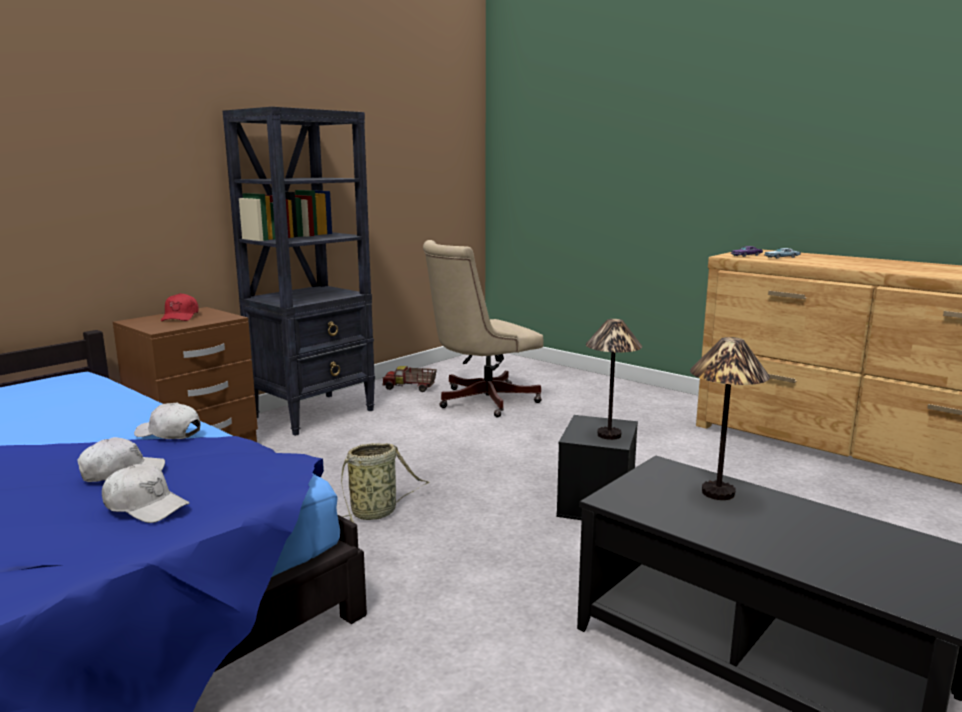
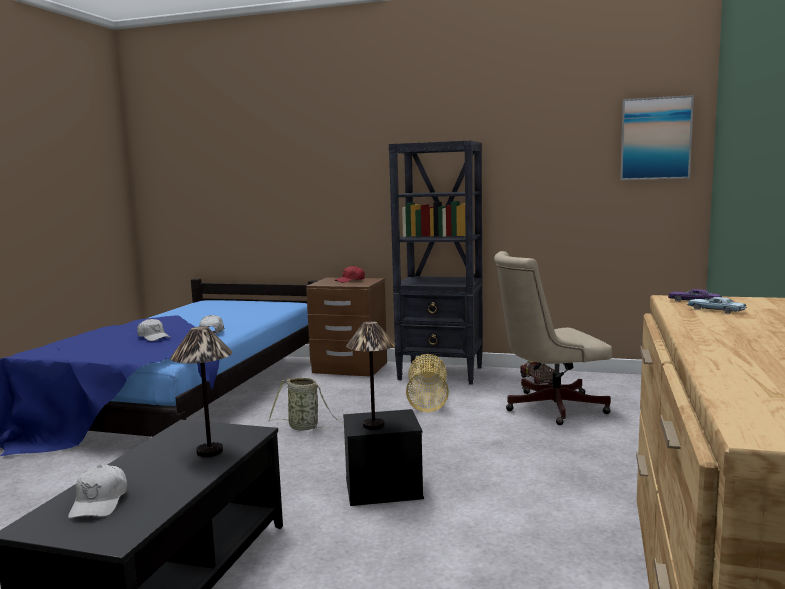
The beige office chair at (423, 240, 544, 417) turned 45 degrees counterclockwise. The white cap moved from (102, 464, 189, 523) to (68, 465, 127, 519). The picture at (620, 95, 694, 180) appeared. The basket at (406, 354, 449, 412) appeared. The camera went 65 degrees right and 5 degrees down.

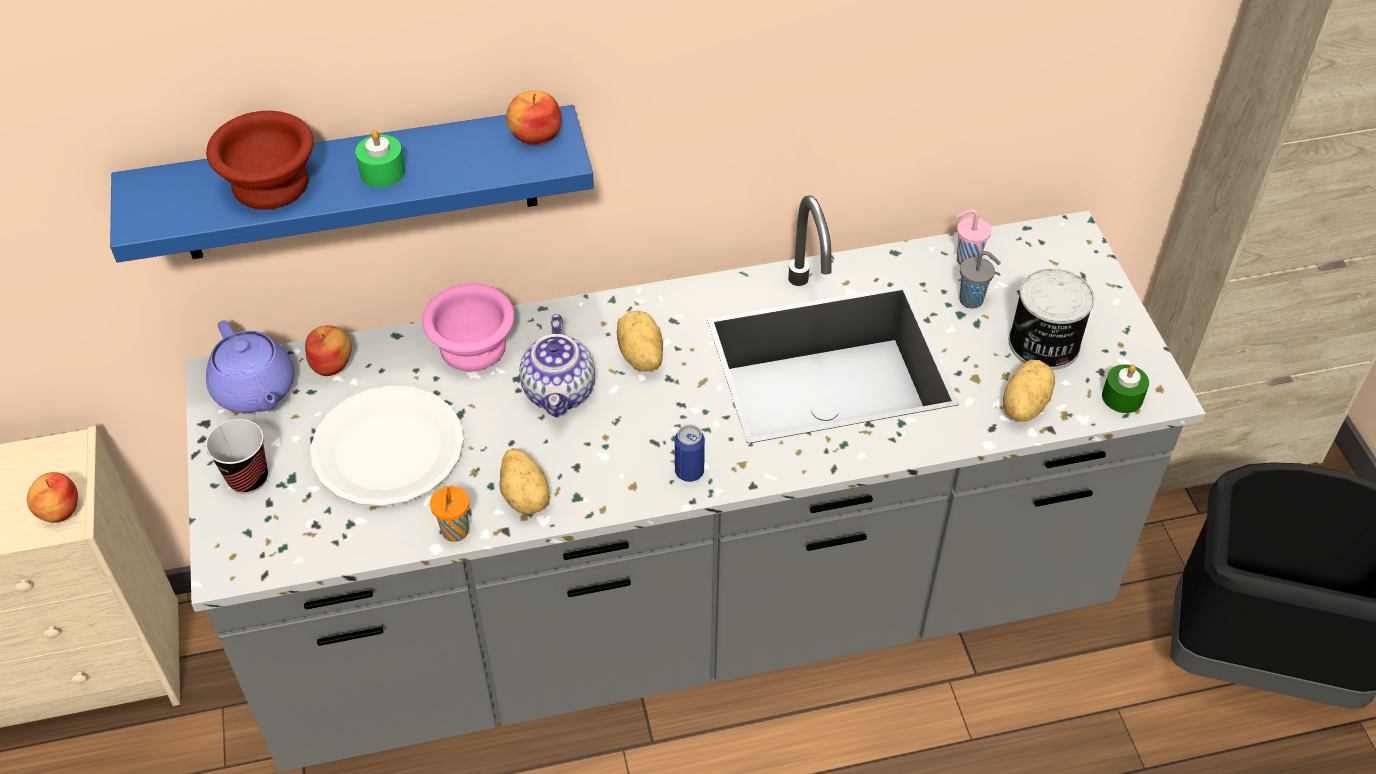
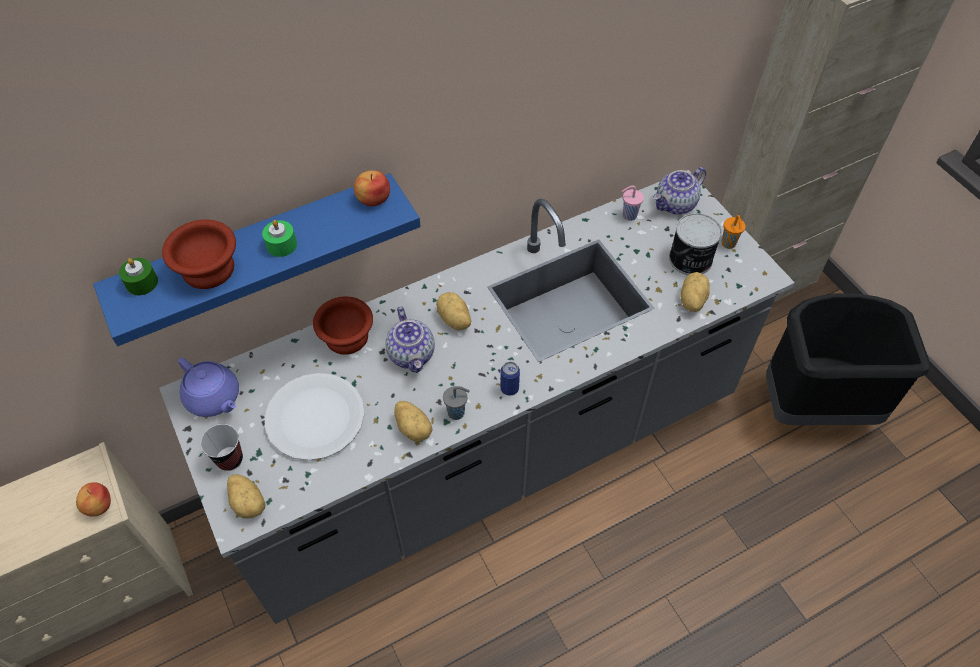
The grey cup moved from (959, 251, 1001, 309) to (443, 386, 470, 420). The pink bowl at (422, 284, 515, 371) became the brown bowl at (313, 296, 373, 355). The apple at (305, 325, 352, 376) disappeared. The green candle moved from (1102, 364, 1149, 413) to (119, 258, 158, 295). The orange cup moved from (430, 486, 469, 542) to (721, 215, 746, 249). The teapot at (653, 167, 706, 215) appeared. The potato at (227, 474, 265, 519) appeared. The camera went 15 degrees left and 5 degrees up.

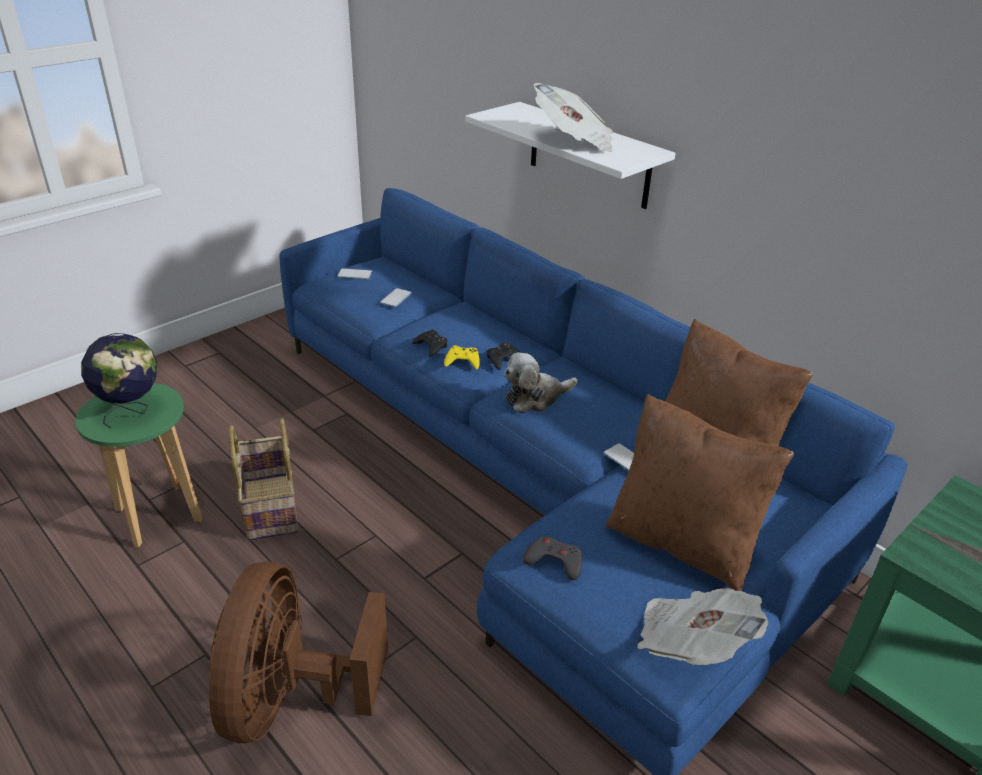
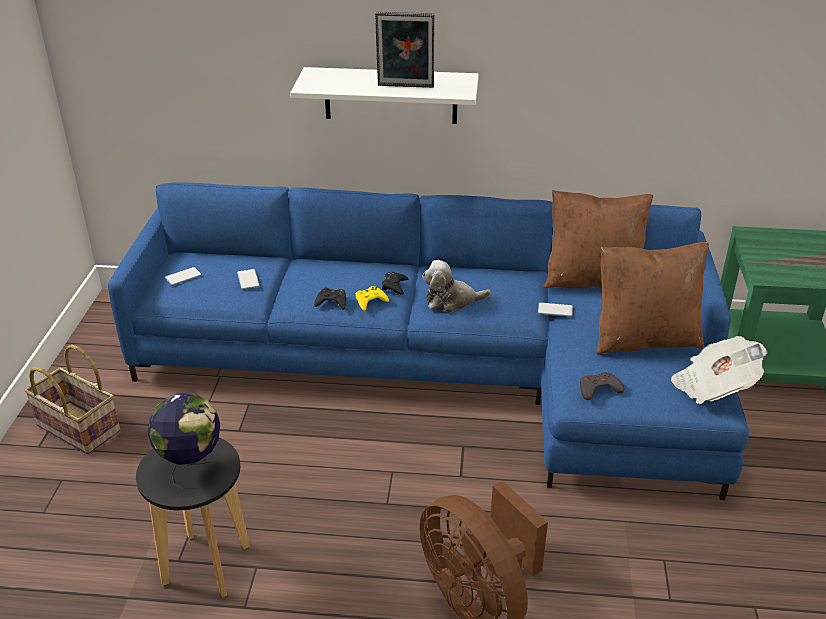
The newspaper at (534, 83, 613, 152) was replaced by the picture frame at (375, 12, 434, 88). The plush toy at (504, 352, 577, 413) turned 60 degrees clockwise. The green stool at (76, 383, 203, 548) became the black stool at (136, 438, 250, 598). The basket moved from (228, 418, 298, 541) to (24, 345, 120, 455). The camera went 40 degrees left and 0 degrees up.

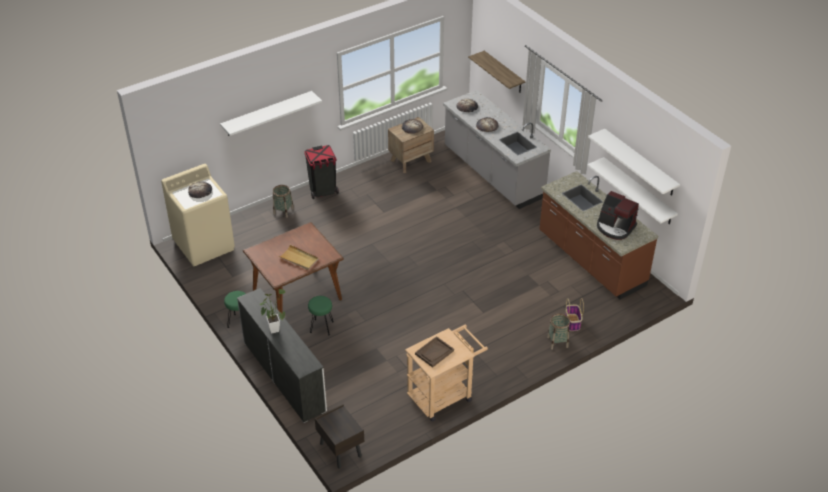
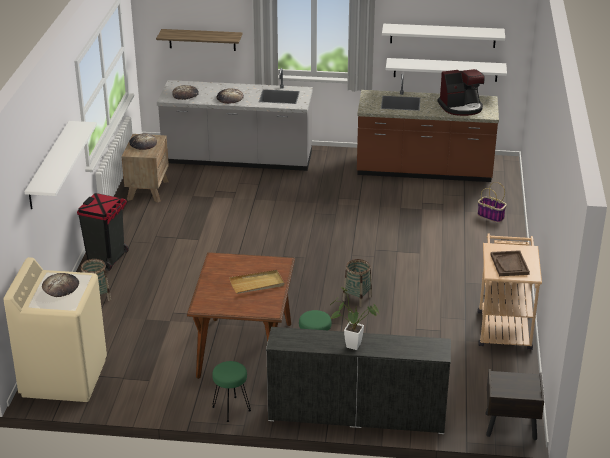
The basket moved from (547, 313, 570, 350) to (342, 259, 372, 307). The camera went 50 degrees left and 10 degrees down.

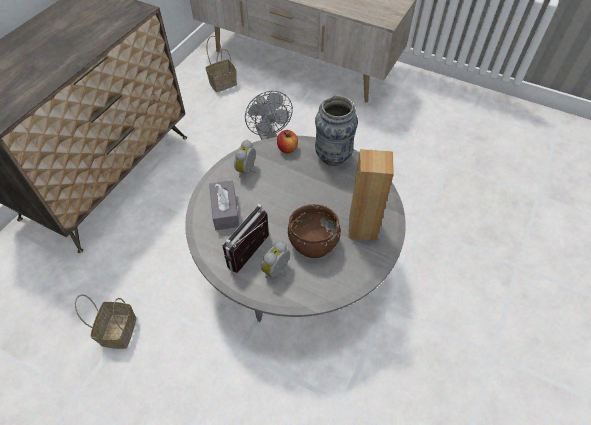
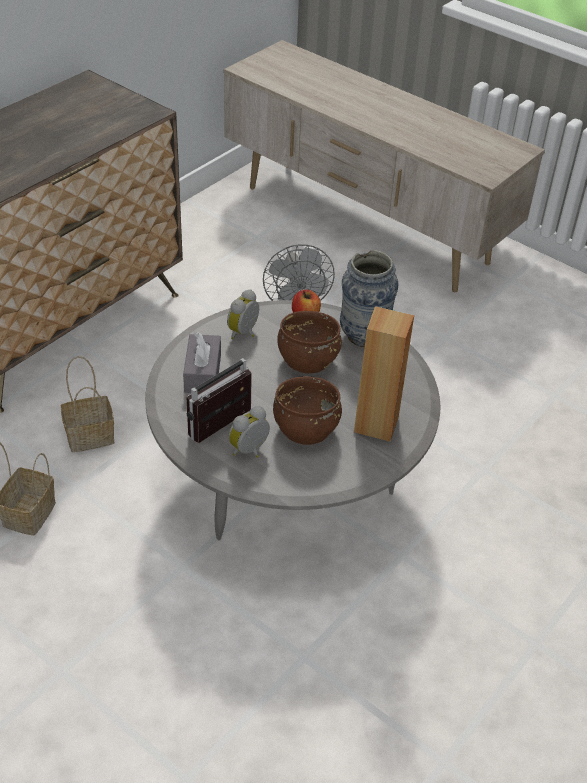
The basket moved from (206, 36, 237, 92) to (61, 356, 114, 452). The brown bowl at (277, 311, 342, 373) appeared. The camera went 10 degrees right and 10 degrees down.

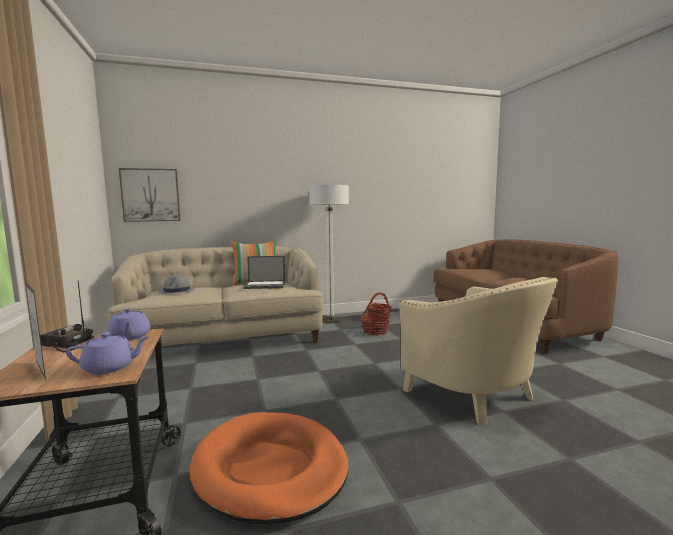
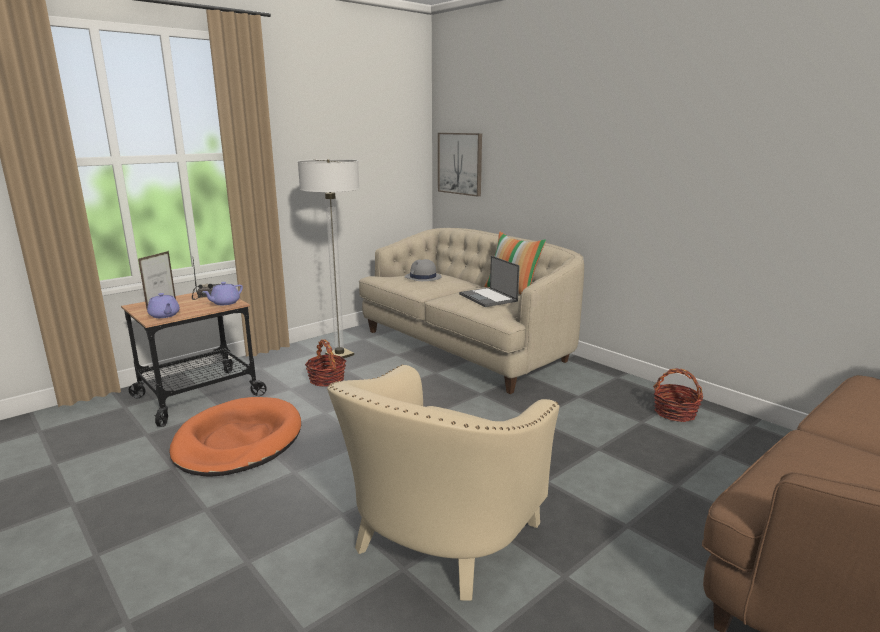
The floor lamp moved from (309, 185, 349, 324) to (298, 159, 360, 359). The basket moved from (361, 303, 390, 335) to (305, 339, 346, 387). The camera went 65 degrees right and 10 degrees up.

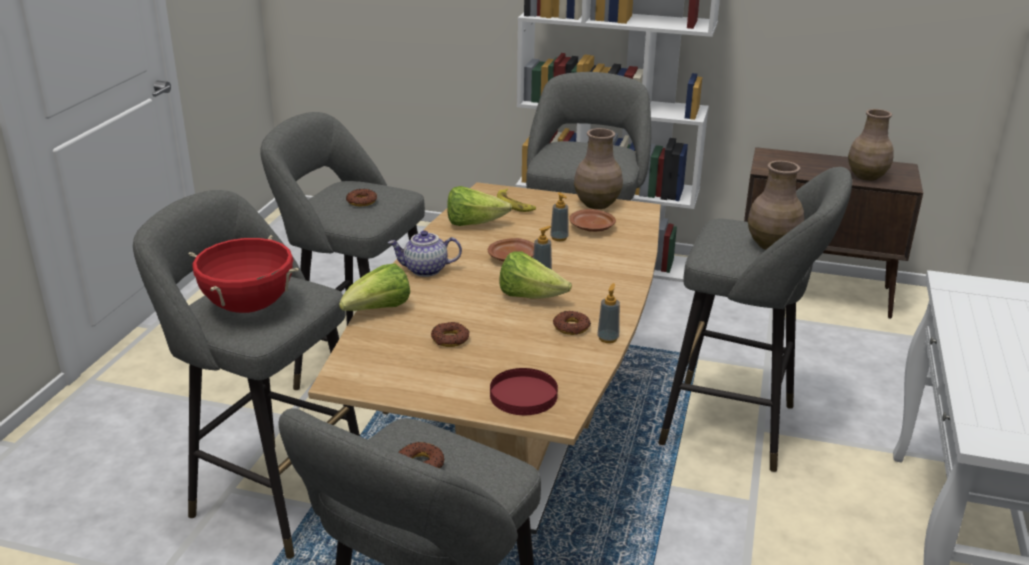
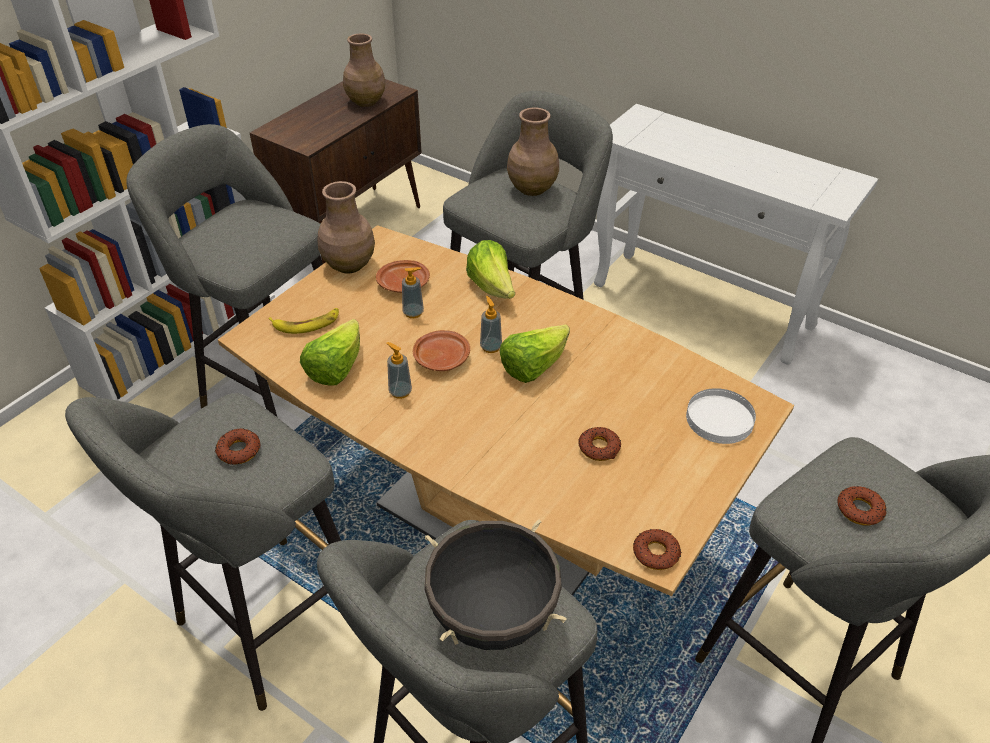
The teapot at (388, 230, 462, 277) disappeared. The red cooking pot at (188, 235, 299, 313) became the black cooking pot at (424, 519, 567, 650). The lettuce moved from (339, 263, 410, 311) to (466, 240, 515, 299). The soap dispenser moved from (597, 283, 620, 343) to (387, 342, 412, 399). The donut moved from (553, 311, 591, 335) to (633, 529, 682, 570). The red plate at (490, 368, 558, 415) became the white plate at (686, 388, 756, 444). The camera went 70 degrees left and 15 degrees up.

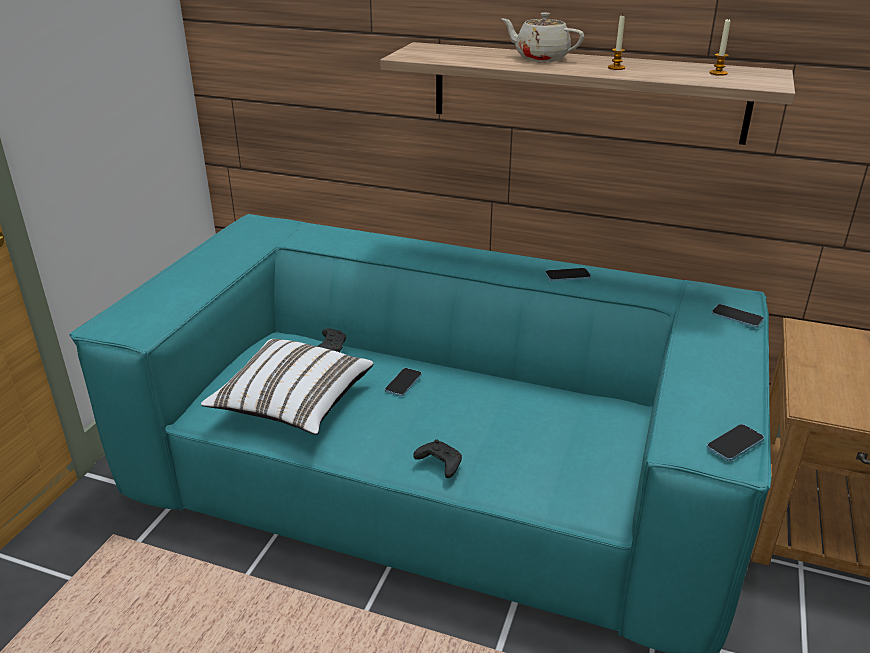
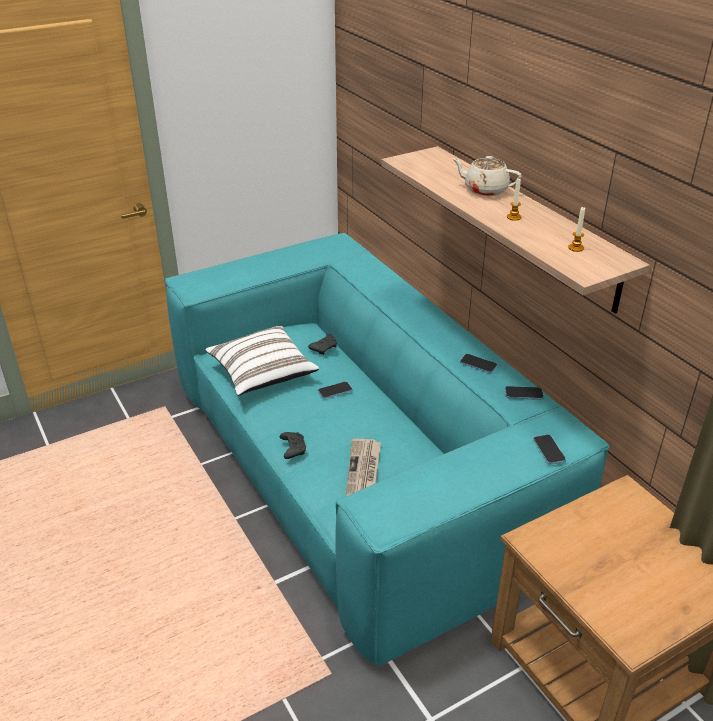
The beige teapot at (502, 13, 584, 62) turned 45 degrees counterclockwise. The phone moved from (707, 424, 764, 461) to (505, 386, 544, 400). The newspaper at (346, 439, 381, 496) appeared. The camera went 40 degrees right and 5 degrees up.

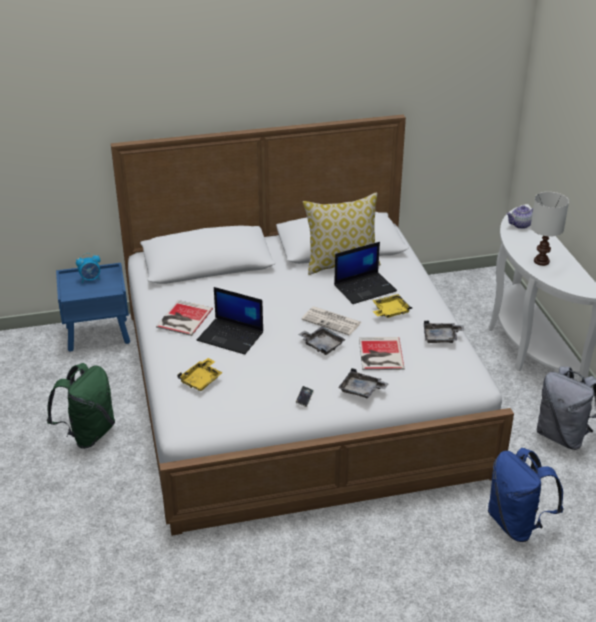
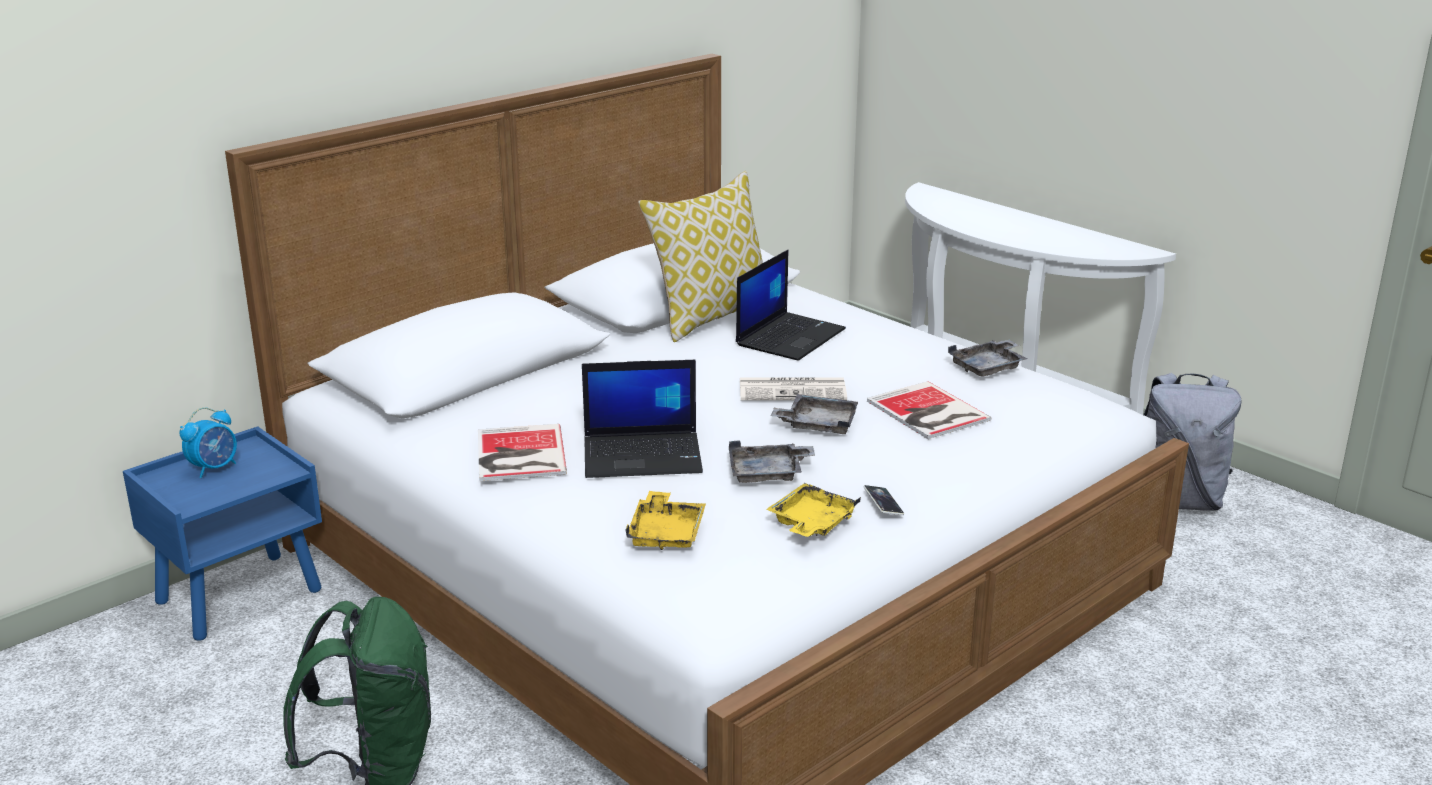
The white table lamp at (530, 192, 569, 266) disappeared. The teapot at (507, 205, 533, 229) disappeared. The yellow tray moved from (372, 294, 412, 318) to (766, 483, 861, 537). The grey tray moved from (338, 368, 389, 398) to (729, 441, 815, 483). The blue backpack at (488, 448, 563, 542) disappeared. The camera went 30 degrees left and 10 degrees down.

